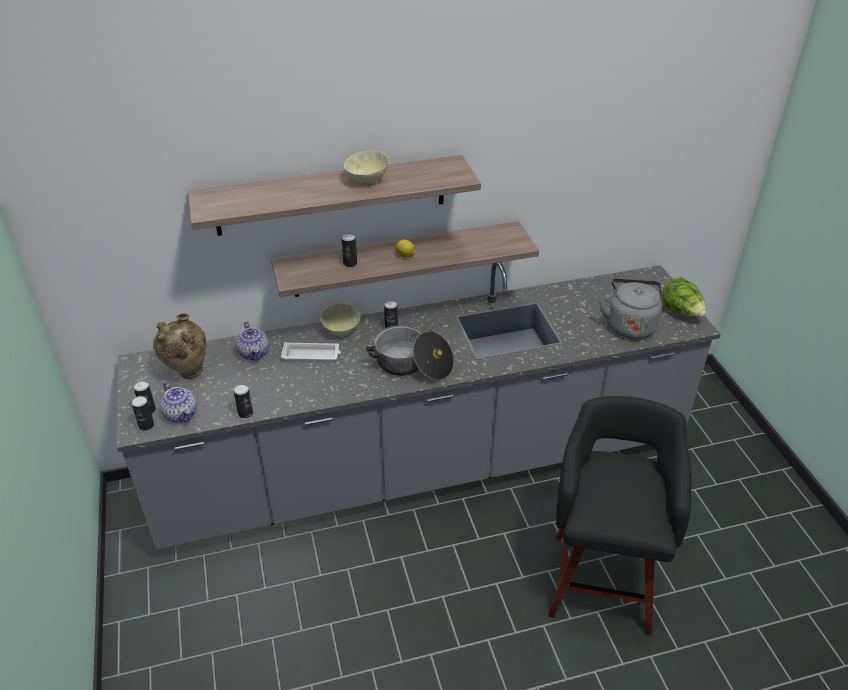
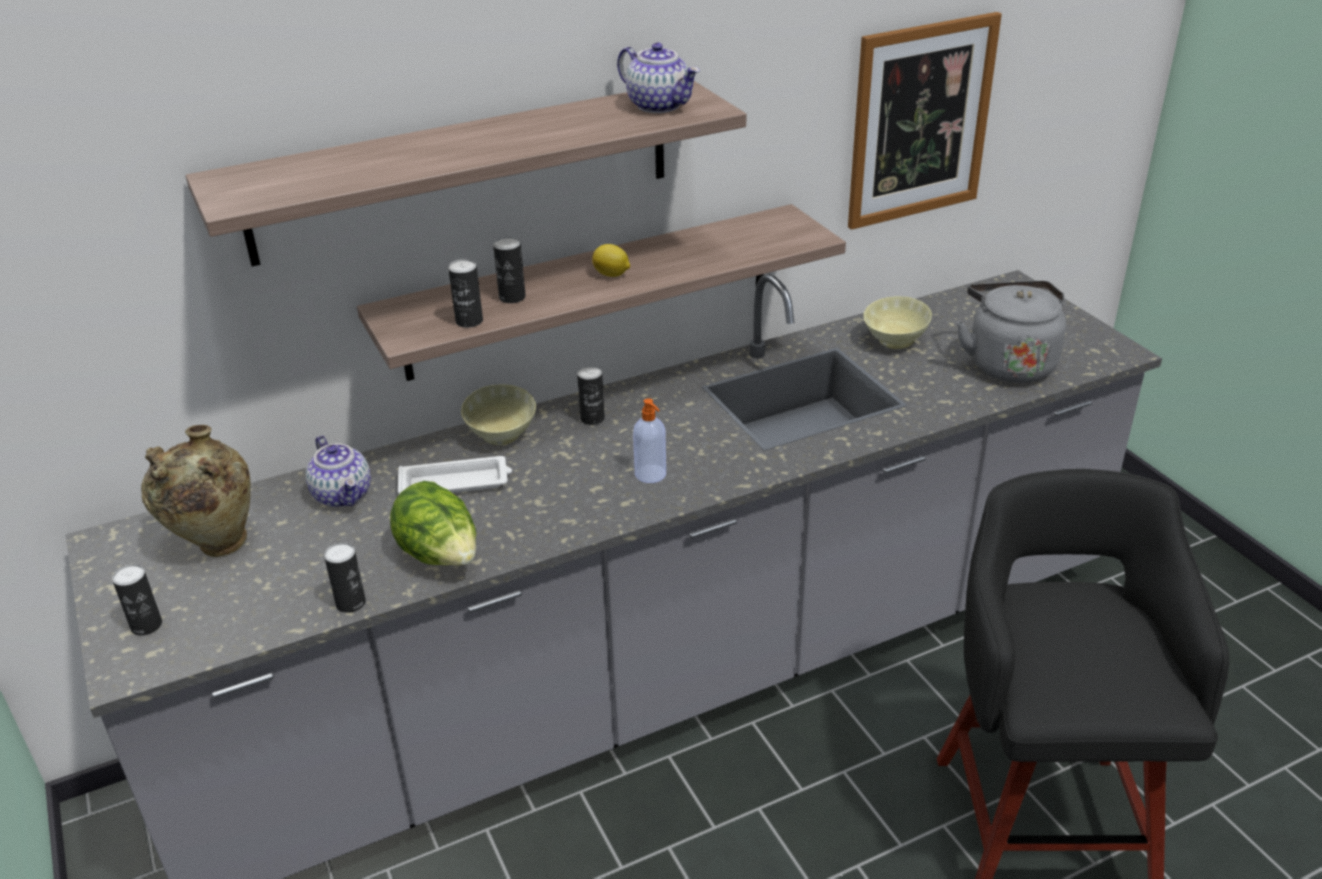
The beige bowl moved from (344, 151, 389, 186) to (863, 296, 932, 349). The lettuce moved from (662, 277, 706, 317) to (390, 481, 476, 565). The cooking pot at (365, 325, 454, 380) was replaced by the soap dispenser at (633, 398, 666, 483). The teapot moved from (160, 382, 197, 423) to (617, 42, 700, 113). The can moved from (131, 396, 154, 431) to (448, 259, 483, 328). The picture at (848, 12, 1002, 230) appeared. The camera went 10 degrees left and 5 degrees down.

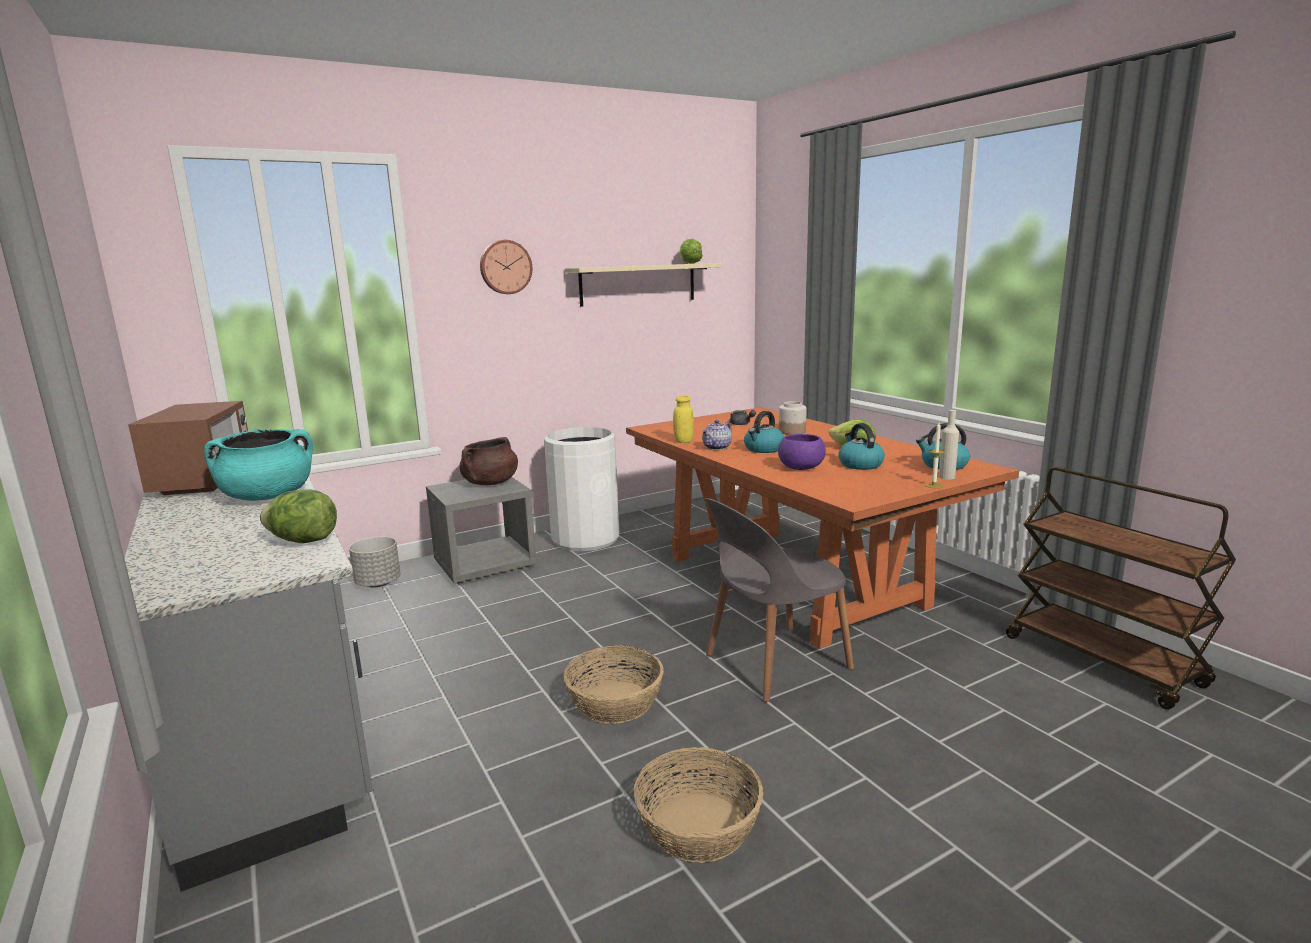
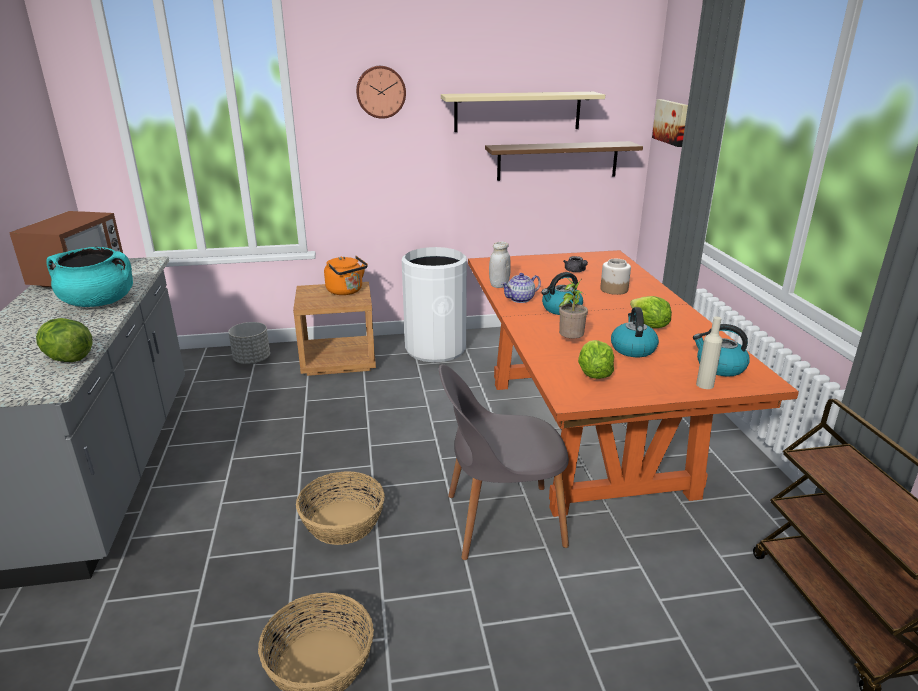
The lettuce moved from (679, 239, 703, 264) to (578, 340, 614, 379). The yellow jar at (673, 396, 694, 443) became the white jar at (489, 242, 511, 288). The candle at (925, 423, 945, 488) disappeared. The purple bowl at (778, 434, 826, 470) was replaced by the potted plant at (558, 278, 588, 339). The brown cooking pot at (459, 437, 518, 485) was replaced by the orange kettle at (324, 256, 368, 295). The grey nightstand at (426, 477, 537, 586) became the brown nightstand at (293, 282, 376, 376). The picture at (652, 99, 688, 147) appeared. The brown shelf at (485, 141, 643, 181) appeared. The camera went 20 degrees right and 10 degrees up.

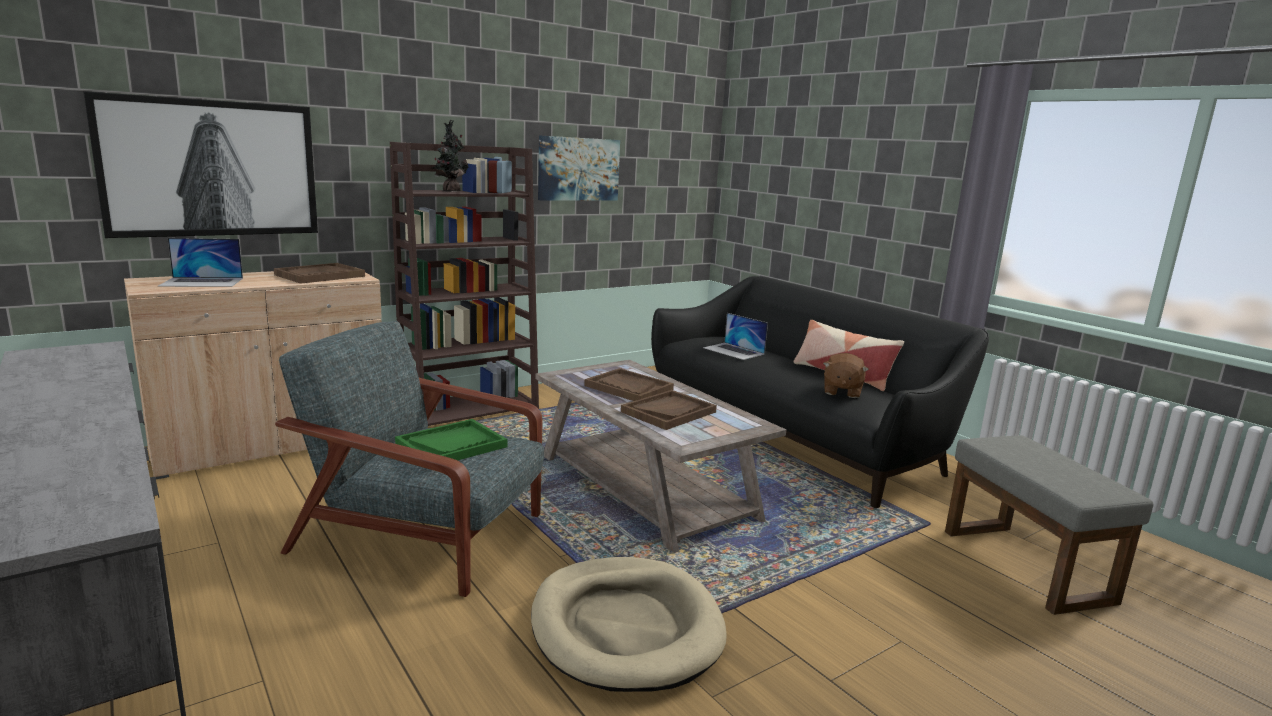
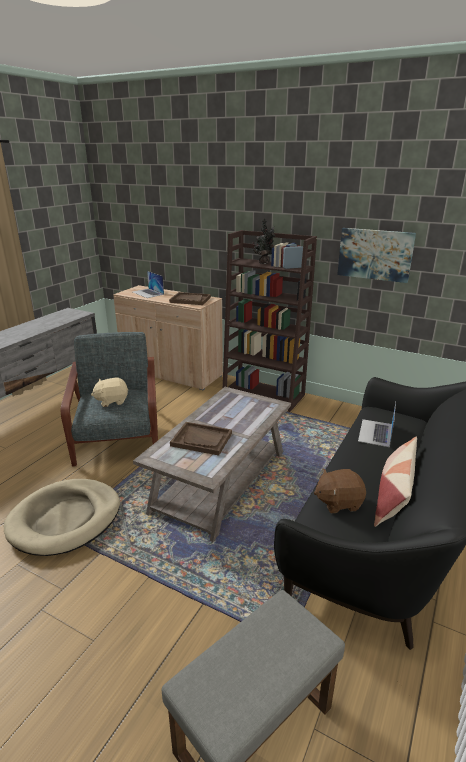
The picture at (83, 91, 318, 238) disappeared. The brown tray at (584, 368, 674, 401) disappeared. The green tray at (395, 419, 508, 461) was replaced by the beige plush toy at (91, 377, 128, 407). The camera went 65 degrees right and 10 degrees up.

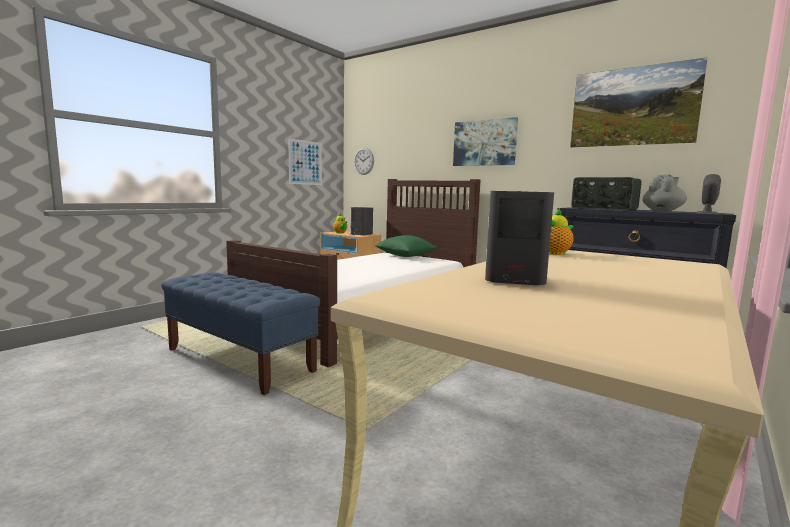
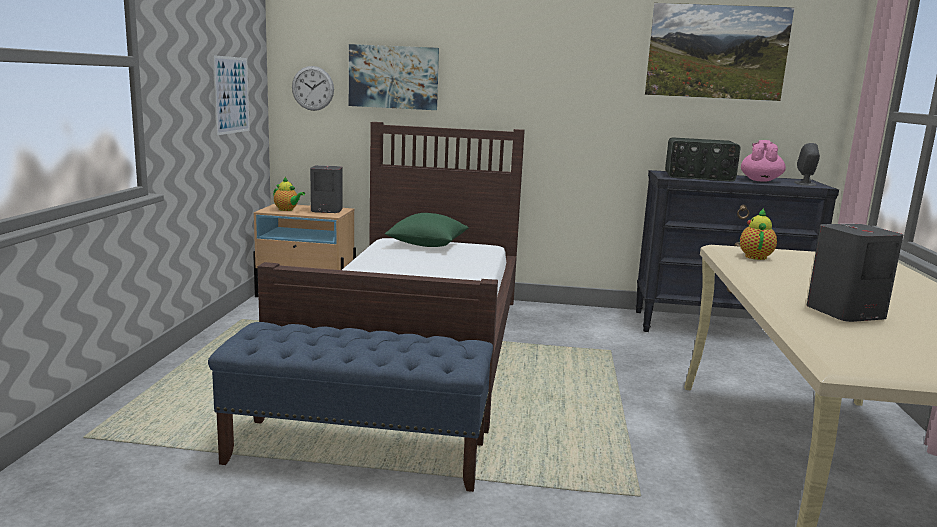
The picture moved from (453, 117, 518, 166) to (349, 44, 439, 110). The grey teapot at (643, 174, 687, 211) became the pink teapot at (741, 140, 786, 181). The camera went 30 degrees left and 5 degrees up.

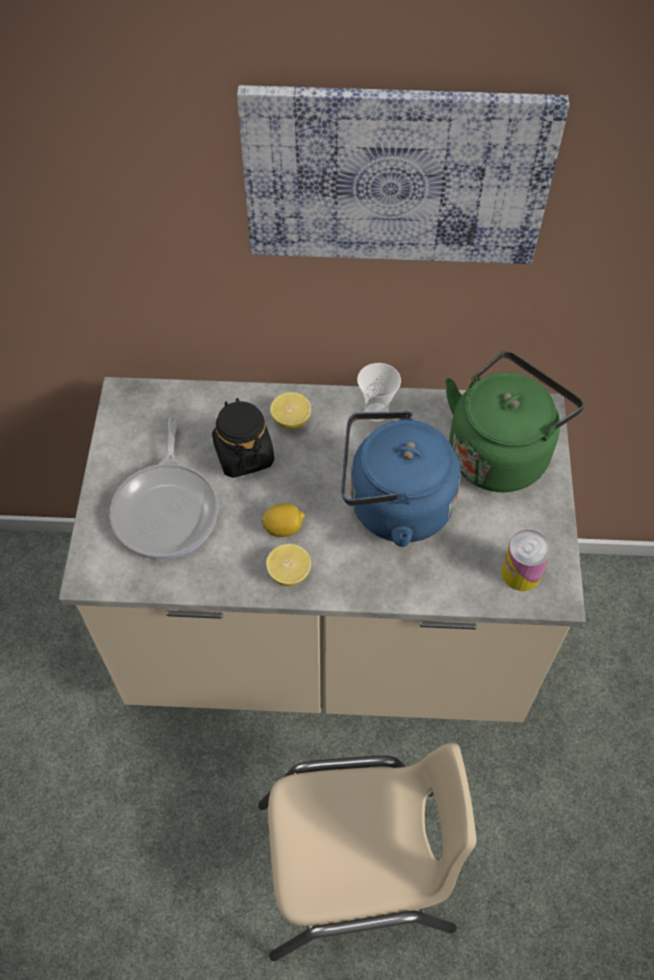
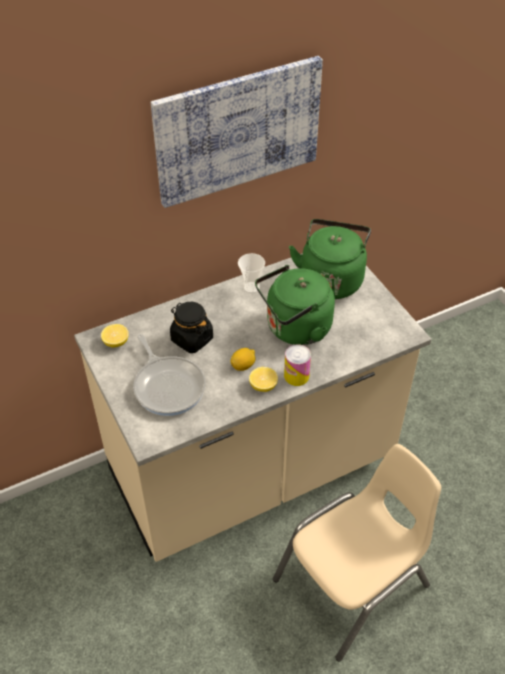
The lemon moved from (270, 392, 311, 429) to (101, 324, 129, 348). The blue kettle at (341, 411, 461, 547) became the green kettle at (255, 265, 335, 345). The can moved from (501, 530, 551, 591) to (284, 344, 311, 386). The camera went 30 degrees left and 10 degrees down.

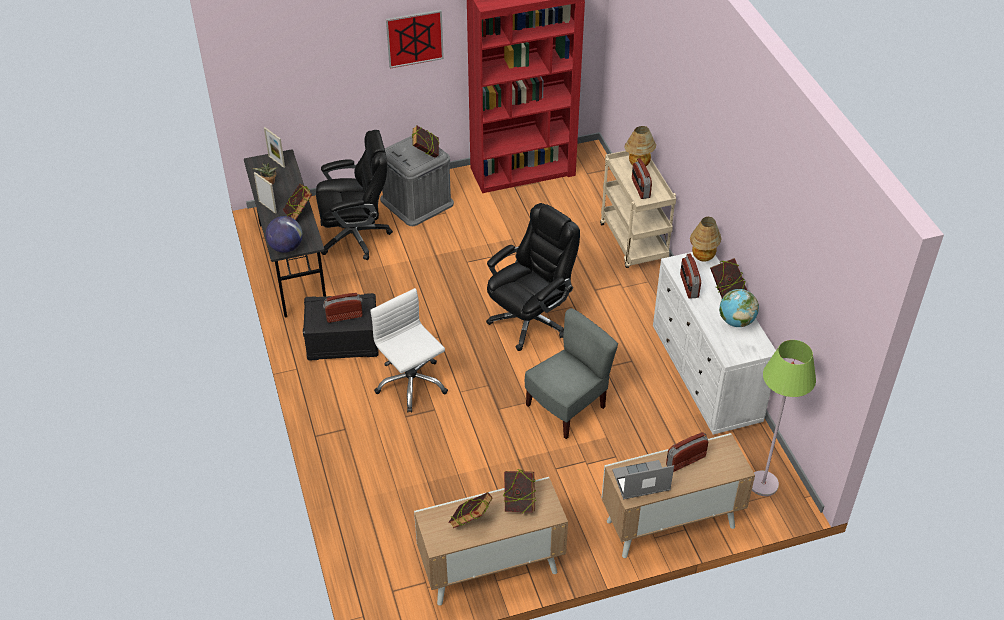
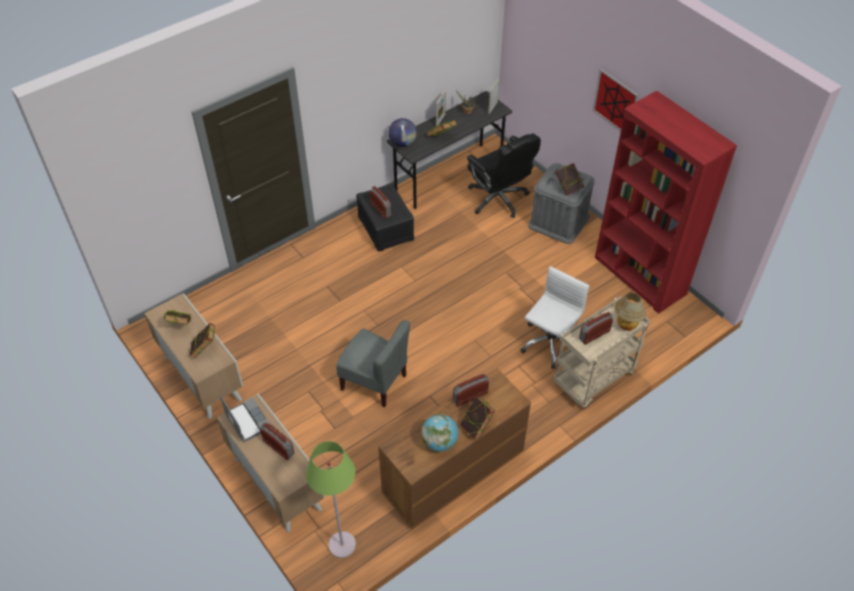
The black office chair at (486, 203, 580, 351) disappeared. The table lamp at (690, 217, 722, 262) disappeared. The white dresser at (653, 252, 776, 435) became the brown dresser at (378, 368, 531, 529). The white office chair moved from (370, 288, 448, 412) to (520, 266, 589, 369). The camera went 70 degrees right and 5 degrees up.

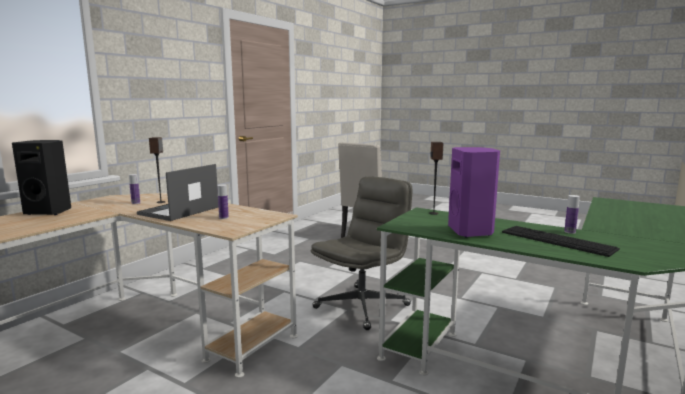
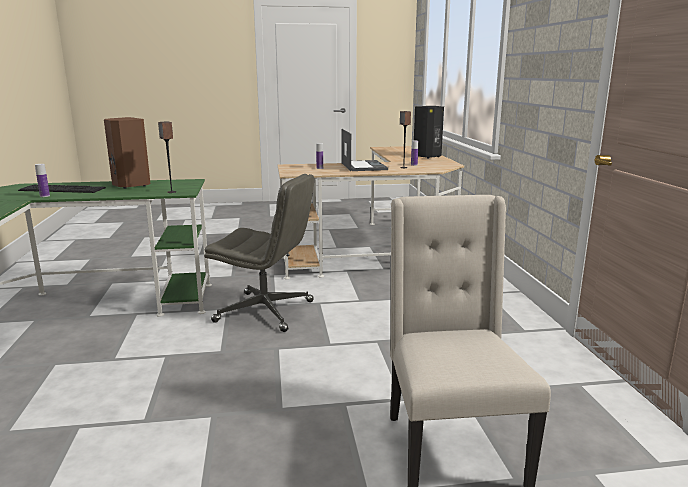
The purple speaker at (448, 147, 500, 237) became the brown speaker at (104, 117, 151, 189). The grey office chair at (311, 176, 412, 330) turned 75 degrees counterclockwise. The camera went 140 degrees right and 5 degrees up.

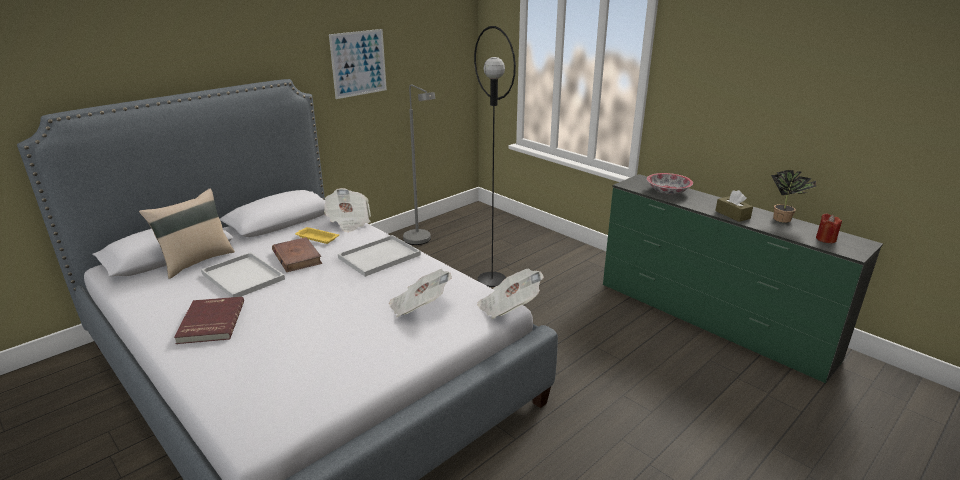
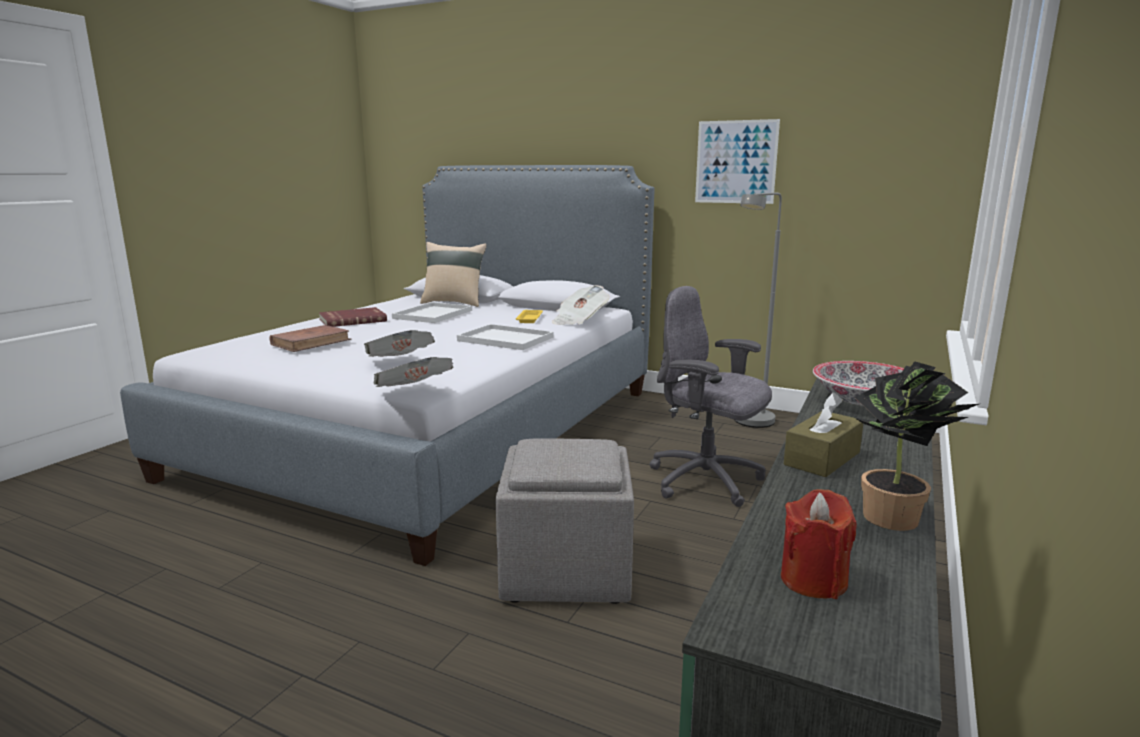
The black floor lamp at (474, 26, 516, 287) was replaced by the grey office chair at (650, 286, 772, 507). The brown book moved from (272, 237, 322, 272) to (270, 325, 351, 352). The grey ottoman at (495, 438, 634, 604) appeared. The camera went 70 degrees right and 10 degrees down.

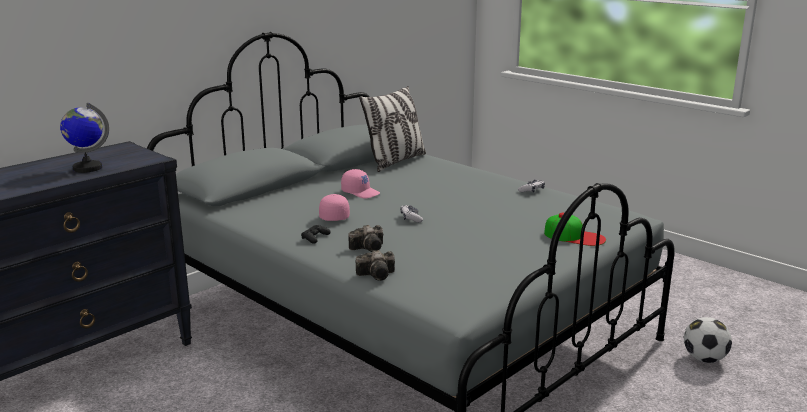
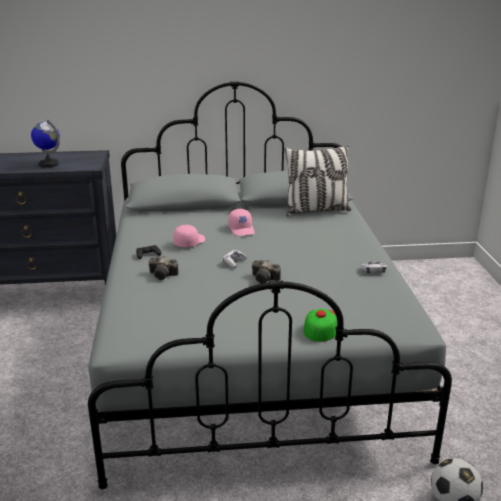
The cap at (544, 212, 606, 246) turned 135 degrees counterclockwise. The photo camera moved from (356, 250, 395, 281) to (252, 260, 281, 284). The camera went 40 degrees right and 5 degrees up.

